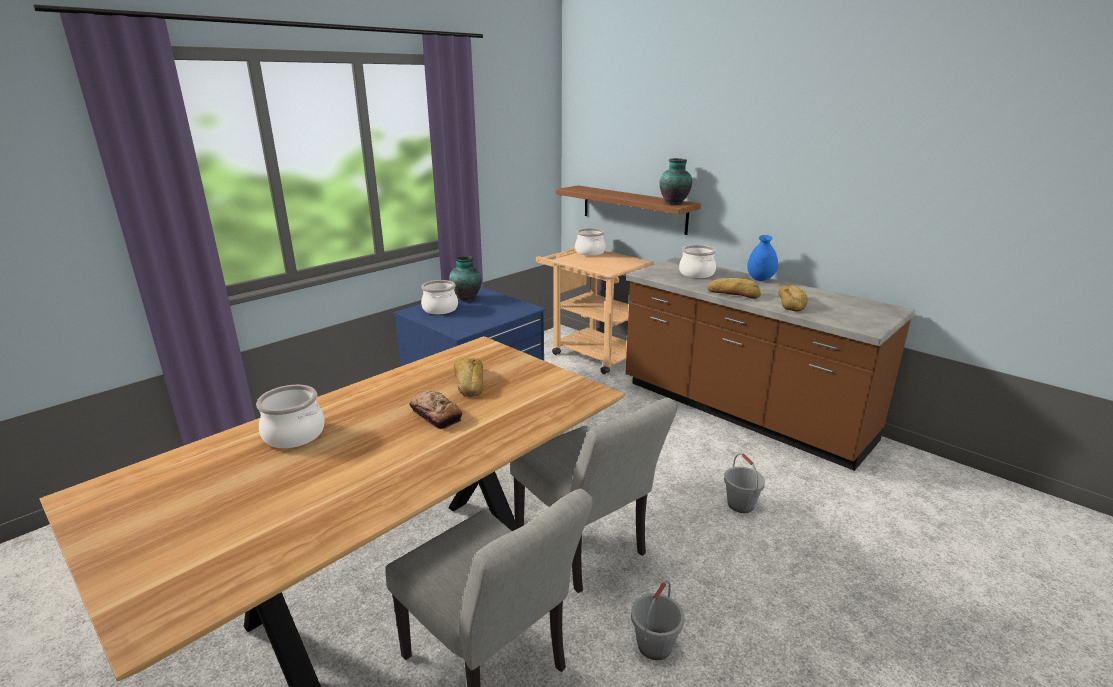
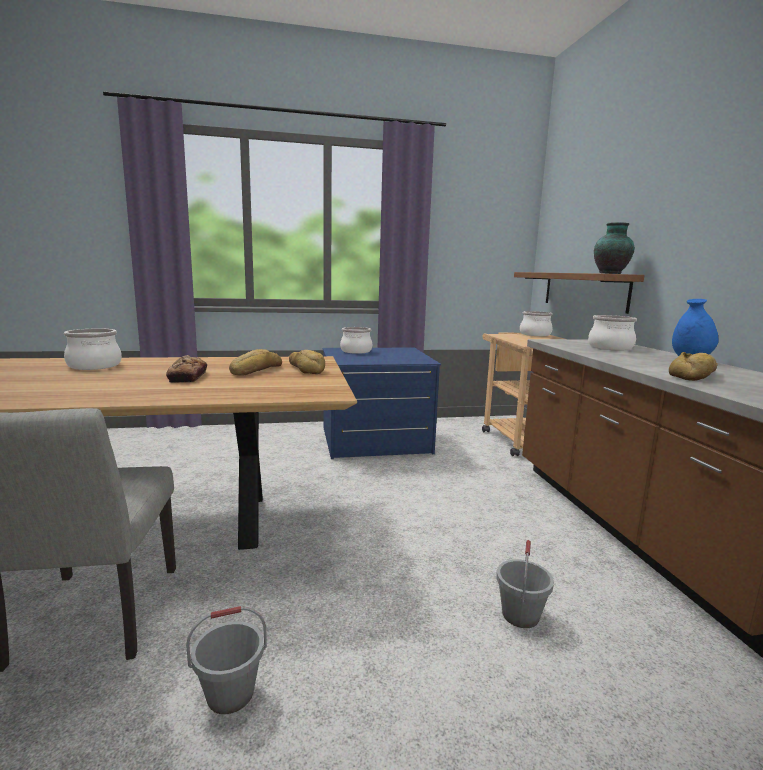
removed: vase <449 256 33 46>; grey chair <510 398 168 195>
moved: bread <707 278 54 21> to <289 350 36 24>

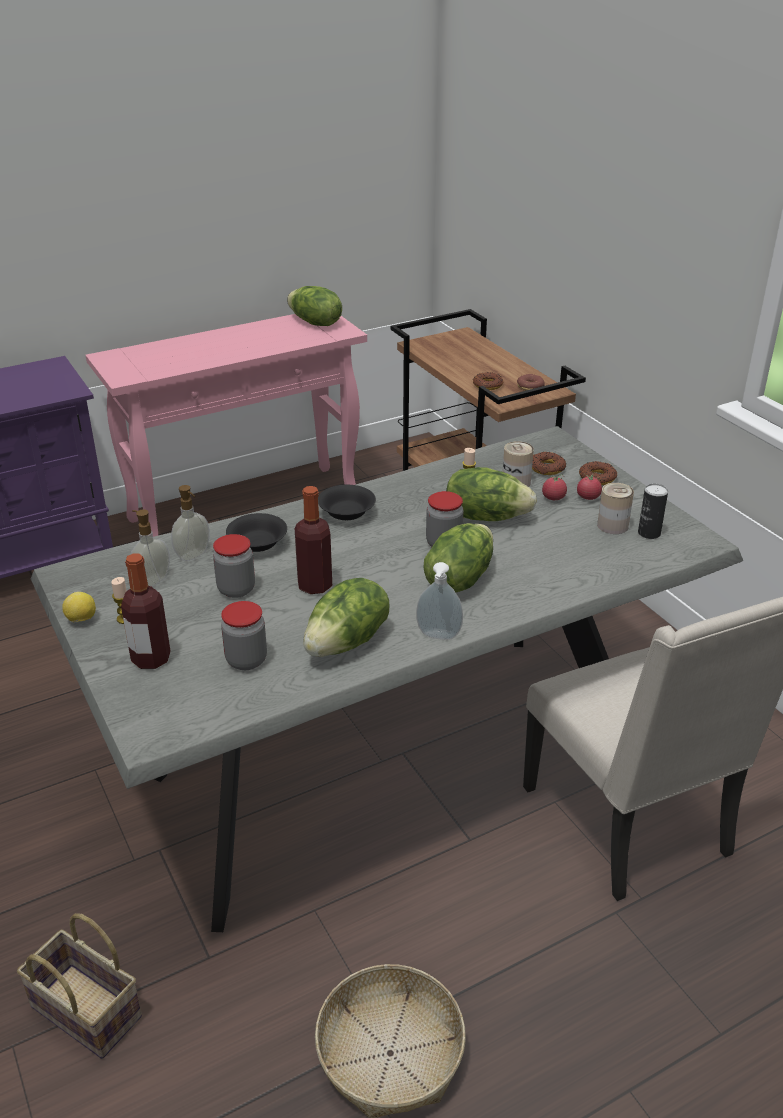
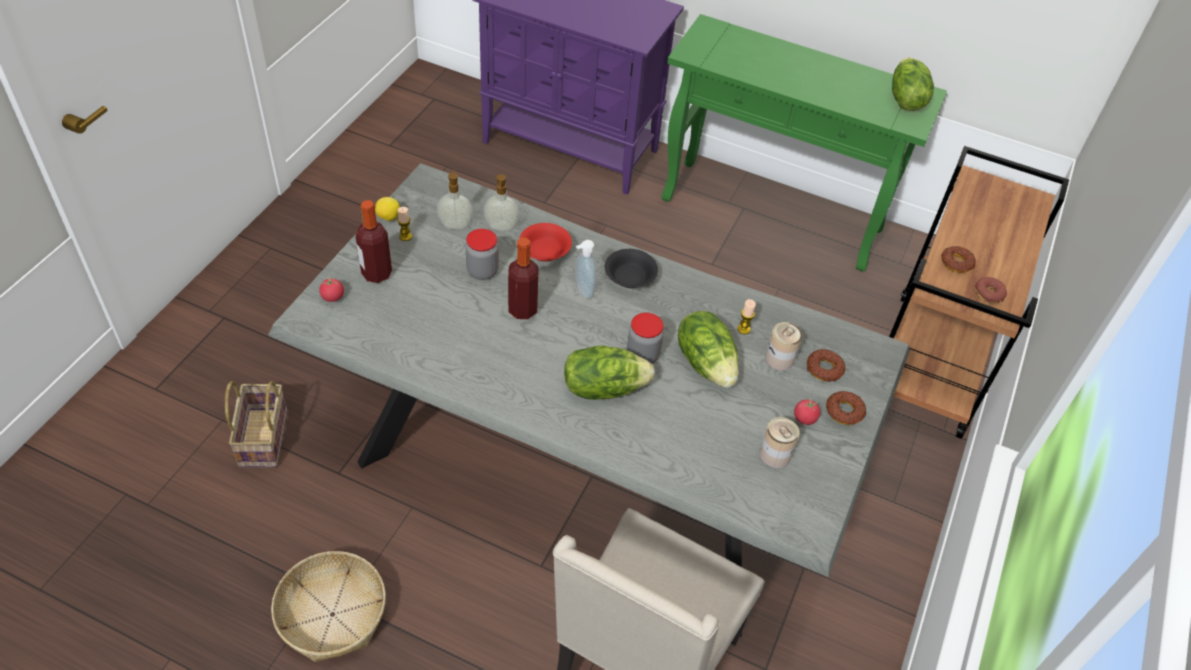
removed: metal can <638 484 30 55>; lettuce <303 578 86 79>; jar <221 601 46 69>
moved: tomato <542 475 25 25> to <319 277 25 25>; liquid soap bottle <416 562 47 78> to <575 240 21 59>
recoloured: pink narrow table <86 314 281 223> to green-coloured narrow table <661 14 286 257>; black bowl <226 513 61 39> to red-coloured bowl <519 223 53 38>

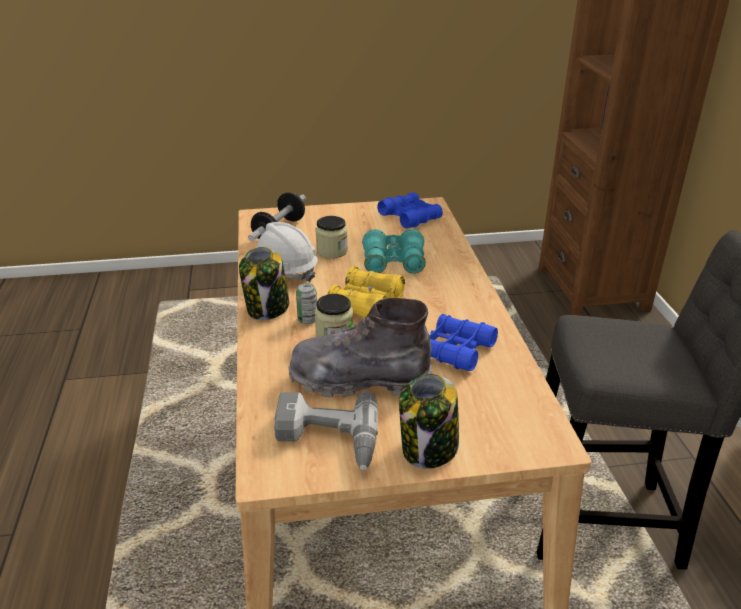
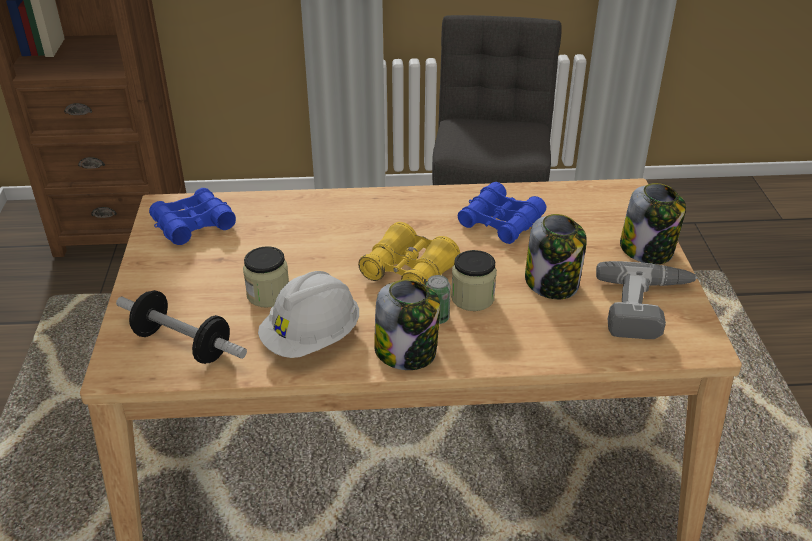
removed: blue-green pair of binoculars <362 229 64 45>
replaced: grey high-top boot <288 298 145 100> to jar <525 214 62 85>

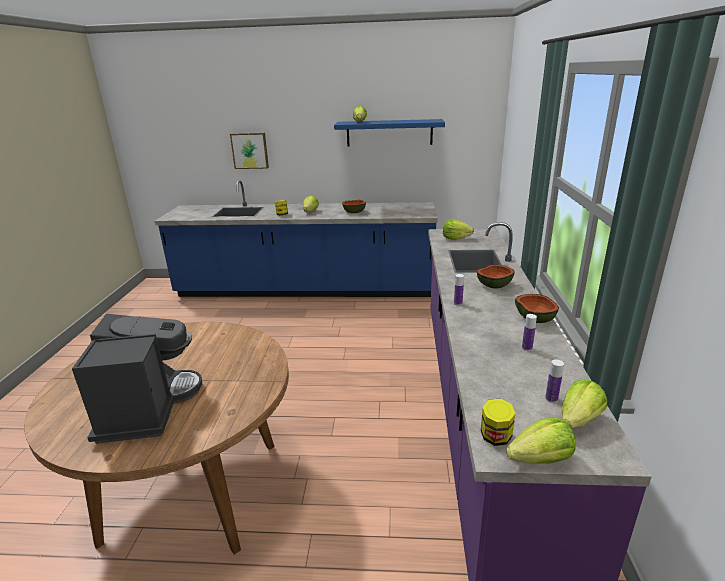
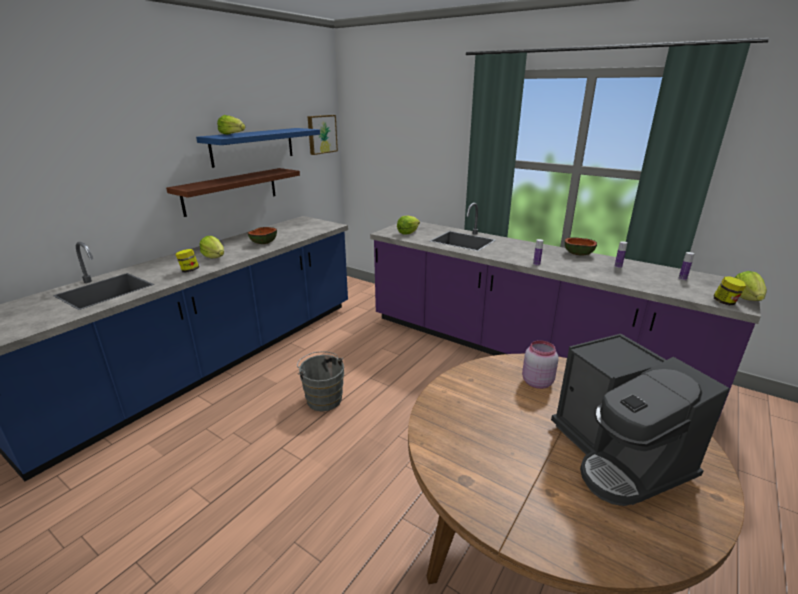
removed: bowl <477 264 38 25>; lettuce <561 380 46 49>
added: brown wall shelf <166 168 134 49>; pink jar <522 340 37 49>; grey water bucket <297 351 47 60>
moved: wall art <230 133 39 36> to <308 115 30 40>
turned: coffee brewer <72 314 130 130> = <551 334 179 172> 135 degrees counterclockwise

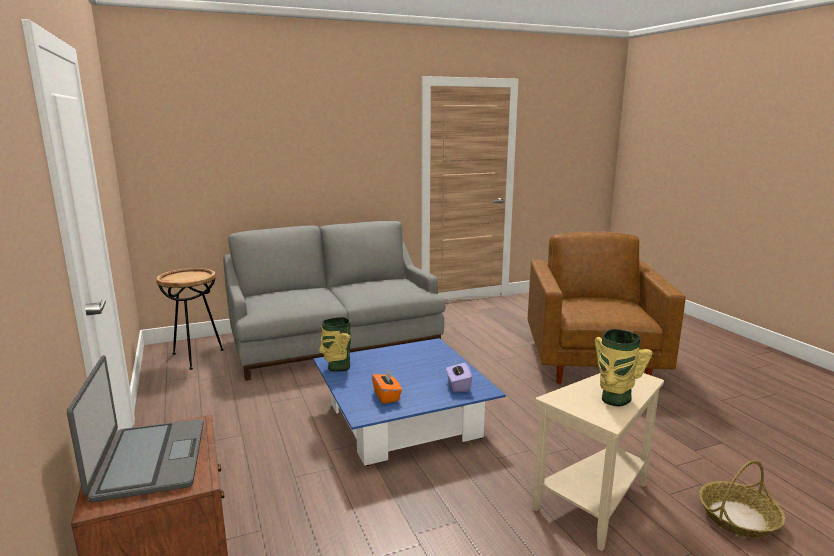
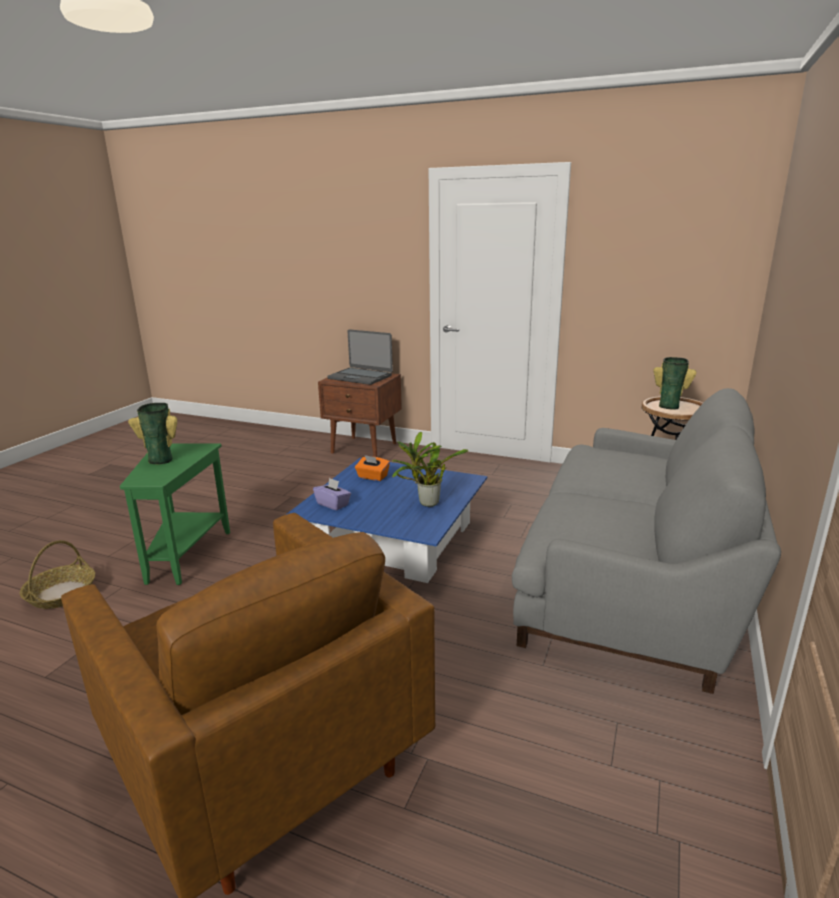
added: potted plant <392 432 76 75>
moved: vase <319 317 32 55> to <653 357 43 53>
recoloured: beige-coloured accent table <533 373 131 178> to green-coloured accent table <120 443 110 142>

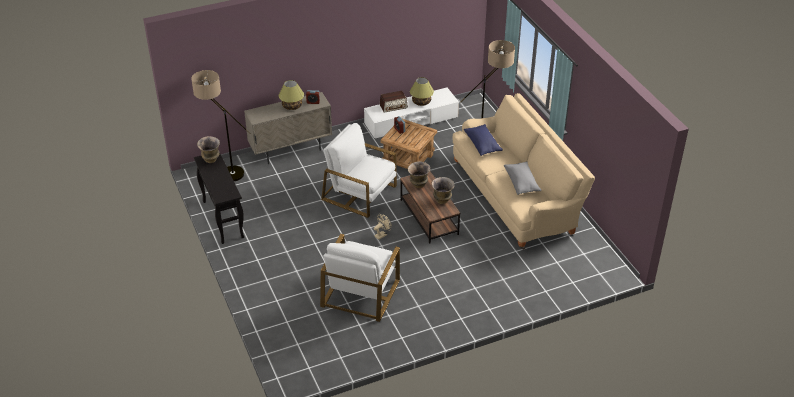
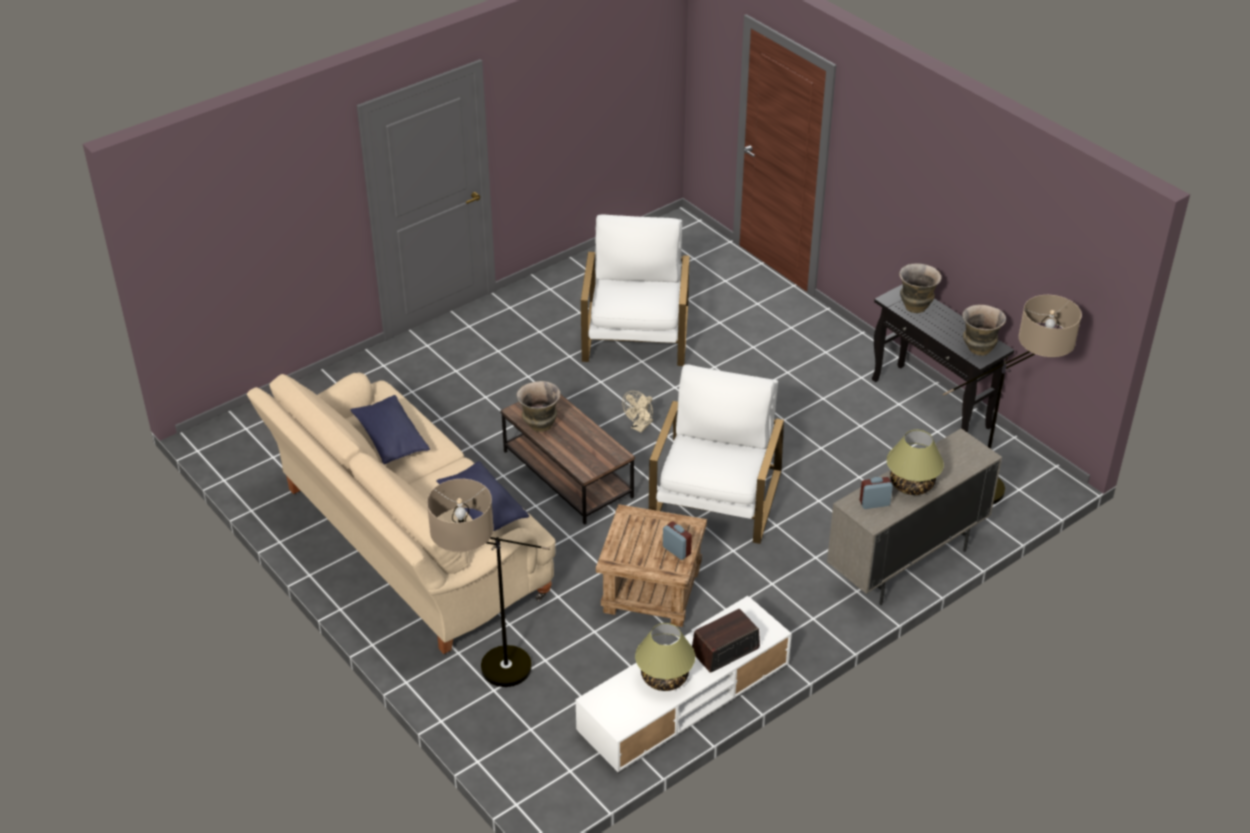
moved: vase <408 161 22 27> to <899 263 42 50>
recoloured: grey pillow <504 162 38 33> to bluish pillow <351 395 79 69>
turned: white easy chair <321 123 76 95> = <649 364 135 180> 90 degrees counterclockwise

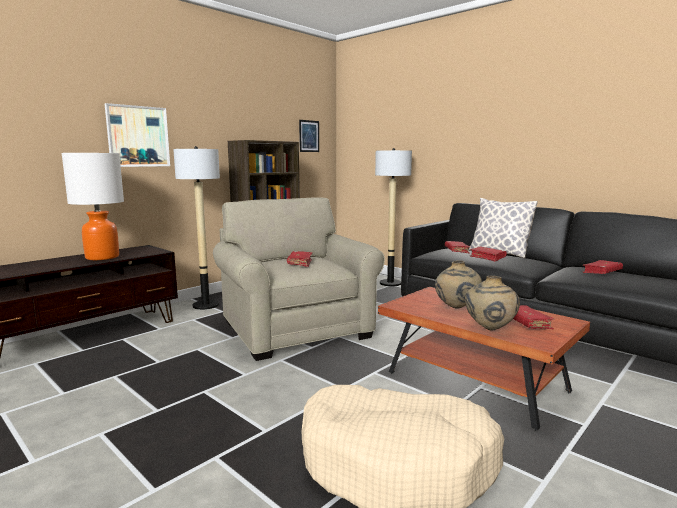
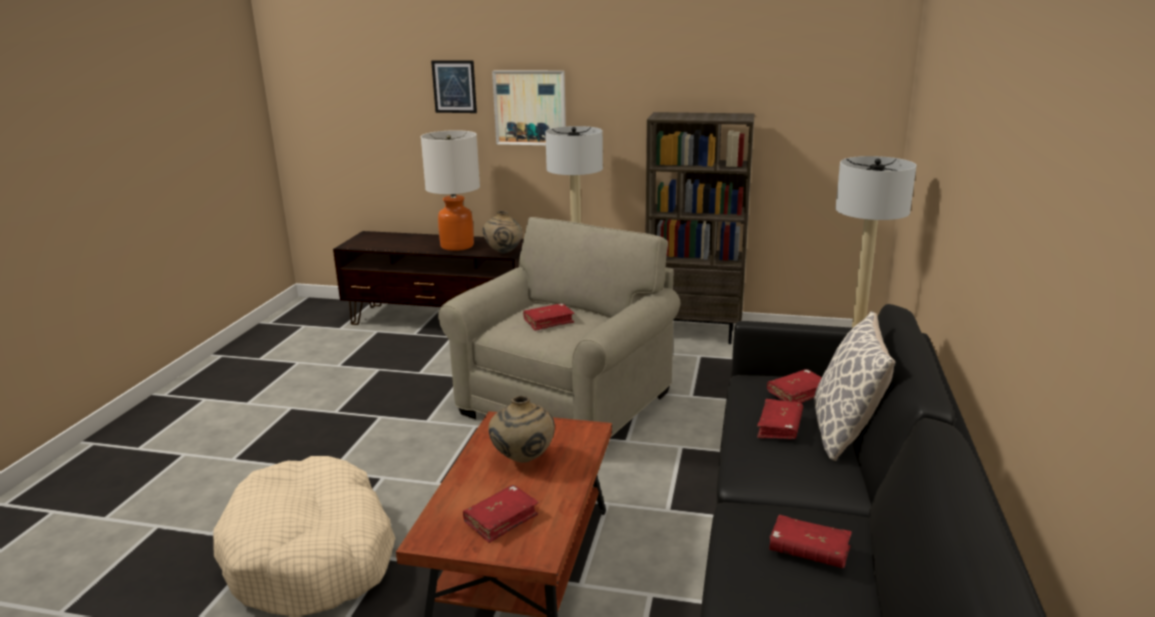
moved: wall art <299 120 20 32> to <431 60 46 53>; beige-coloured vase <465 276 55 54> to <482 211 41 43>

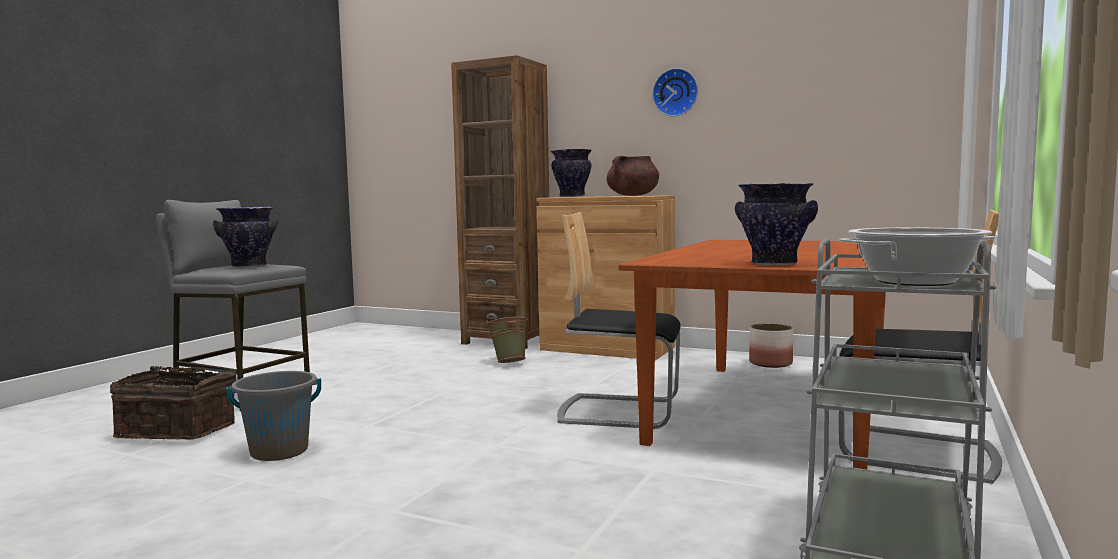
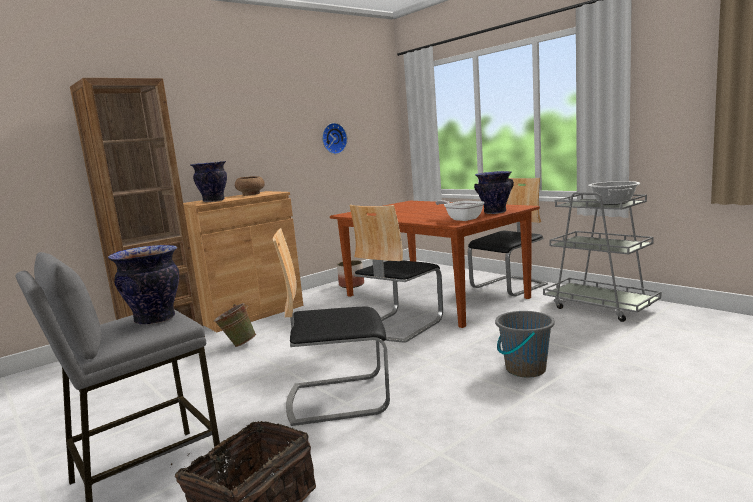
added: frying pan <435 200 50 21>; chair <273 228 117 198>
moved: hanging clock <652 68 46 49> to <322 123 25 31>; grey water bucket <227 371 94 90> to <495 311 60 66>
replaced: brown saucepot <607 156 52 40> to brown bowl <235 176 30 20>

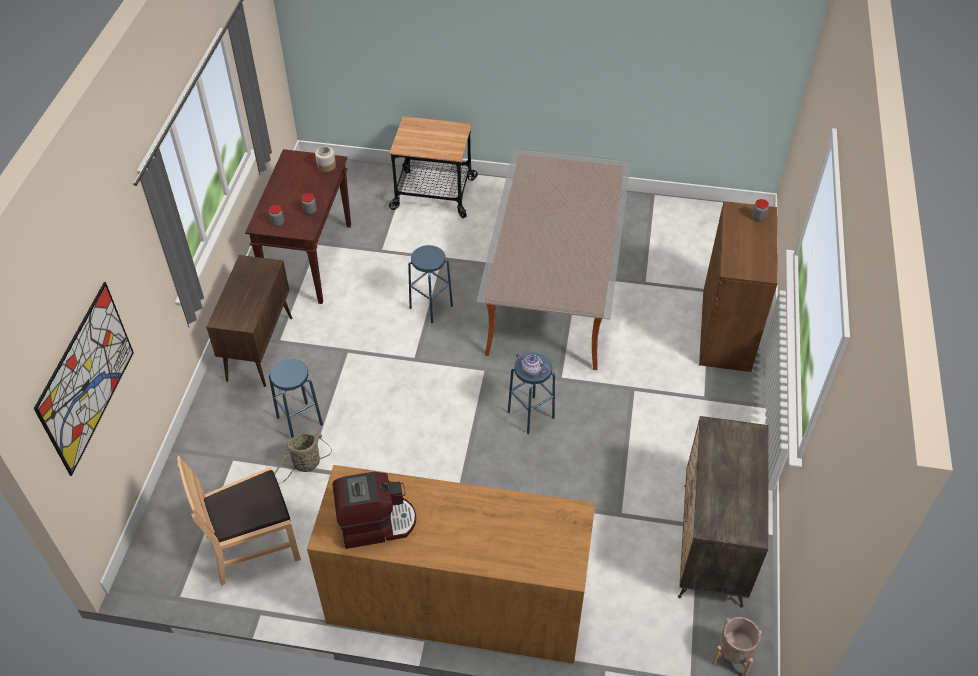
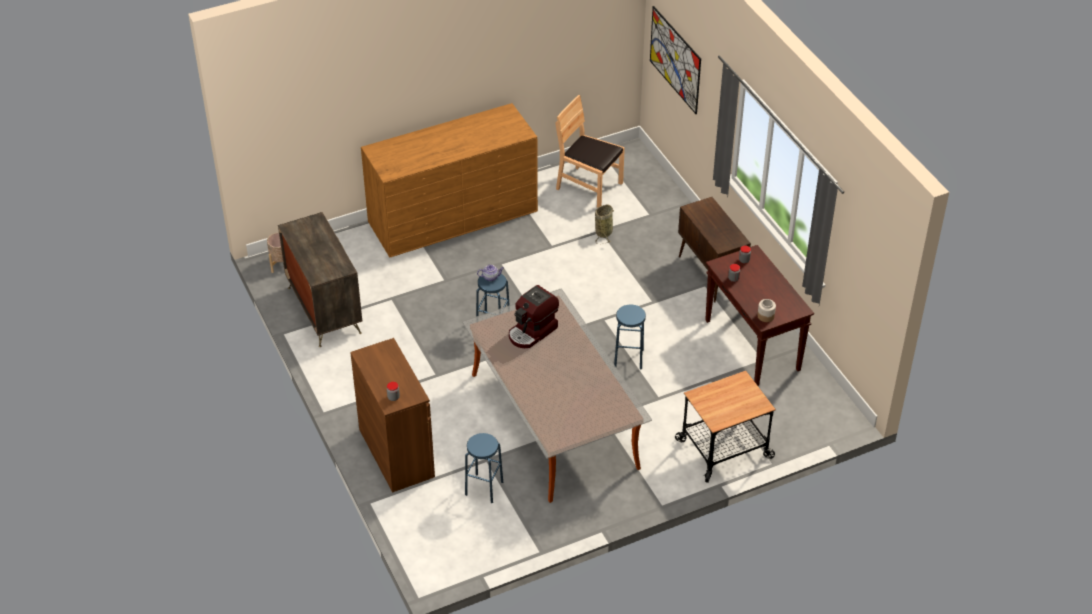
moved: bluish sitting stool <269 359 54 80> to <465 433 38 70>; coffee brewer <333 472 83 77> to <509 285 50 63>
turned: brown chair <177 455 124 131> = <555 95 70 113> 90 degrees counterclockwise

